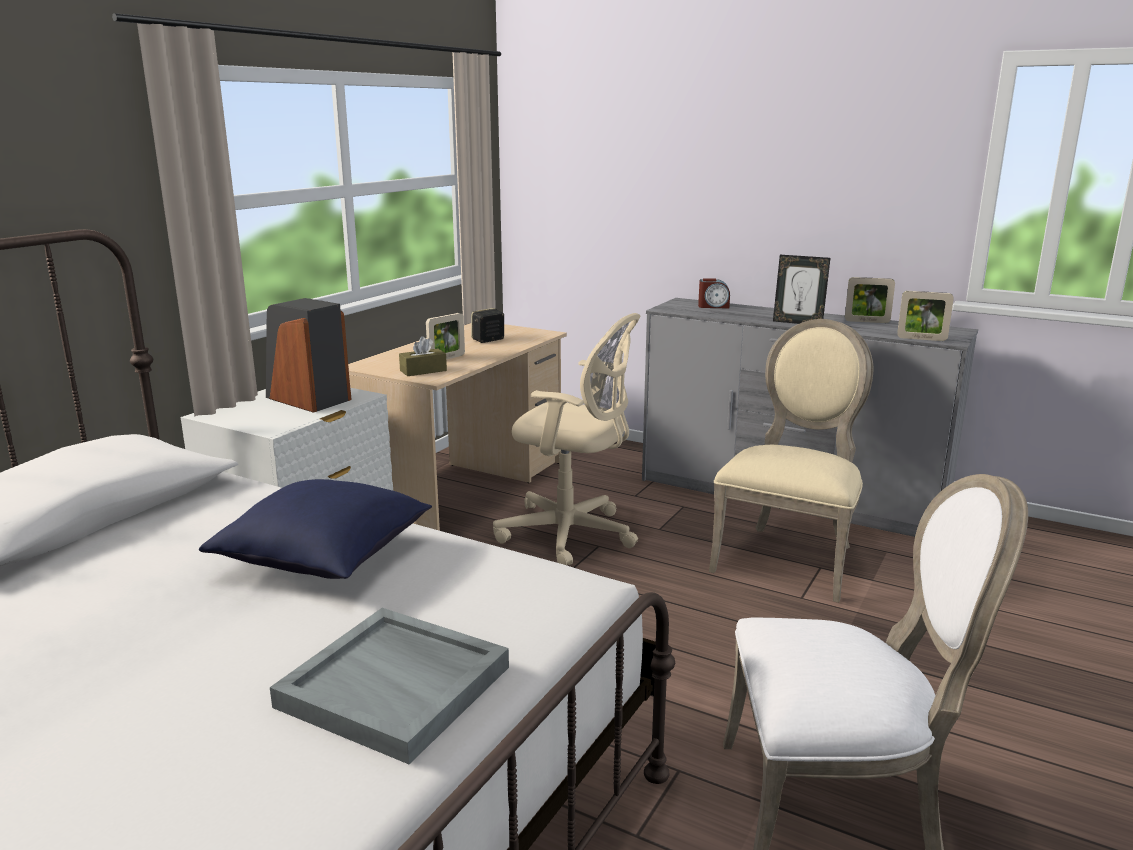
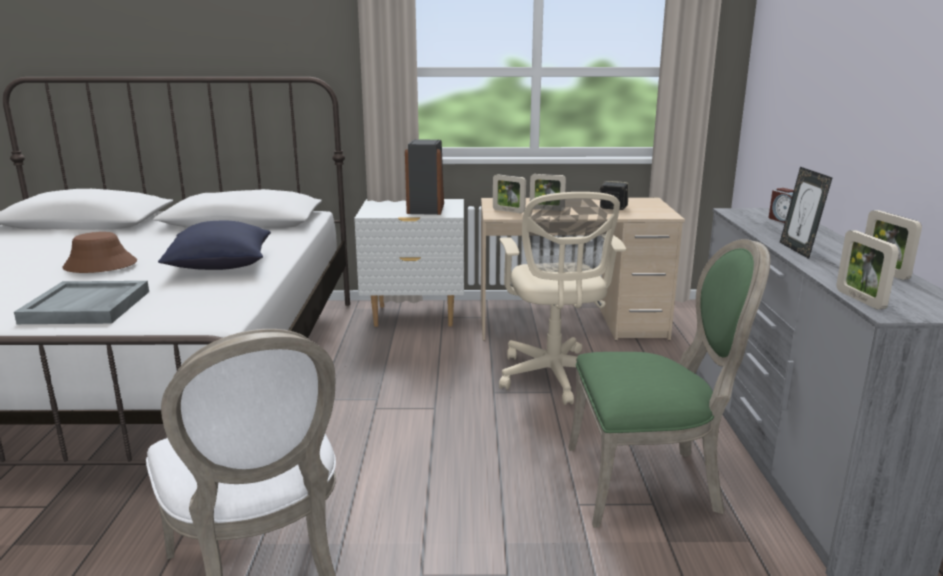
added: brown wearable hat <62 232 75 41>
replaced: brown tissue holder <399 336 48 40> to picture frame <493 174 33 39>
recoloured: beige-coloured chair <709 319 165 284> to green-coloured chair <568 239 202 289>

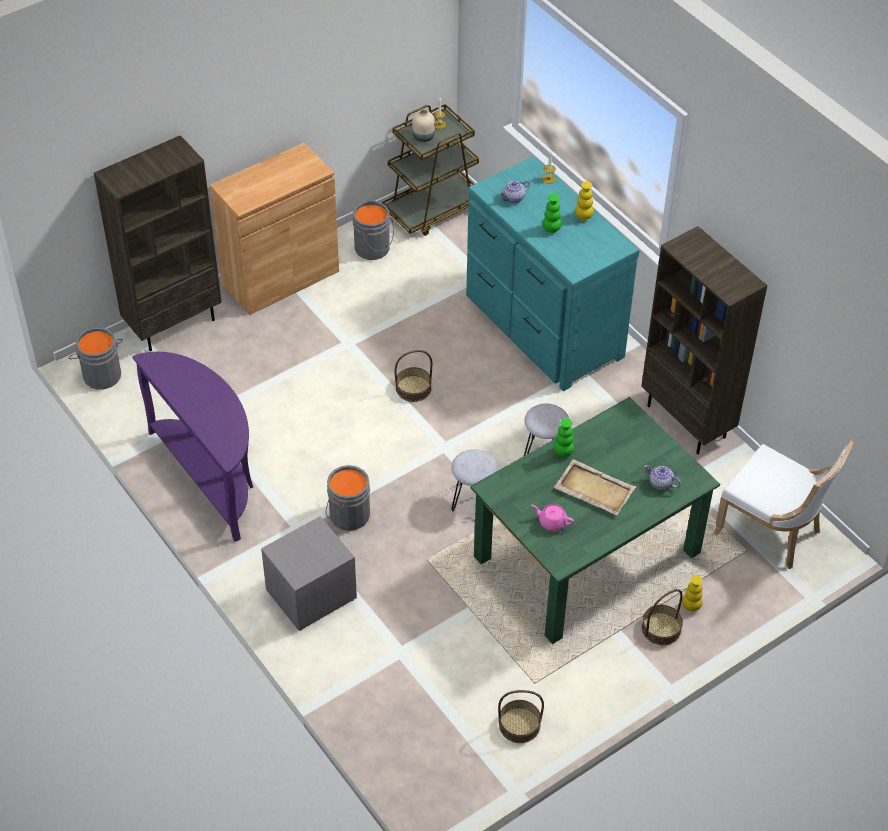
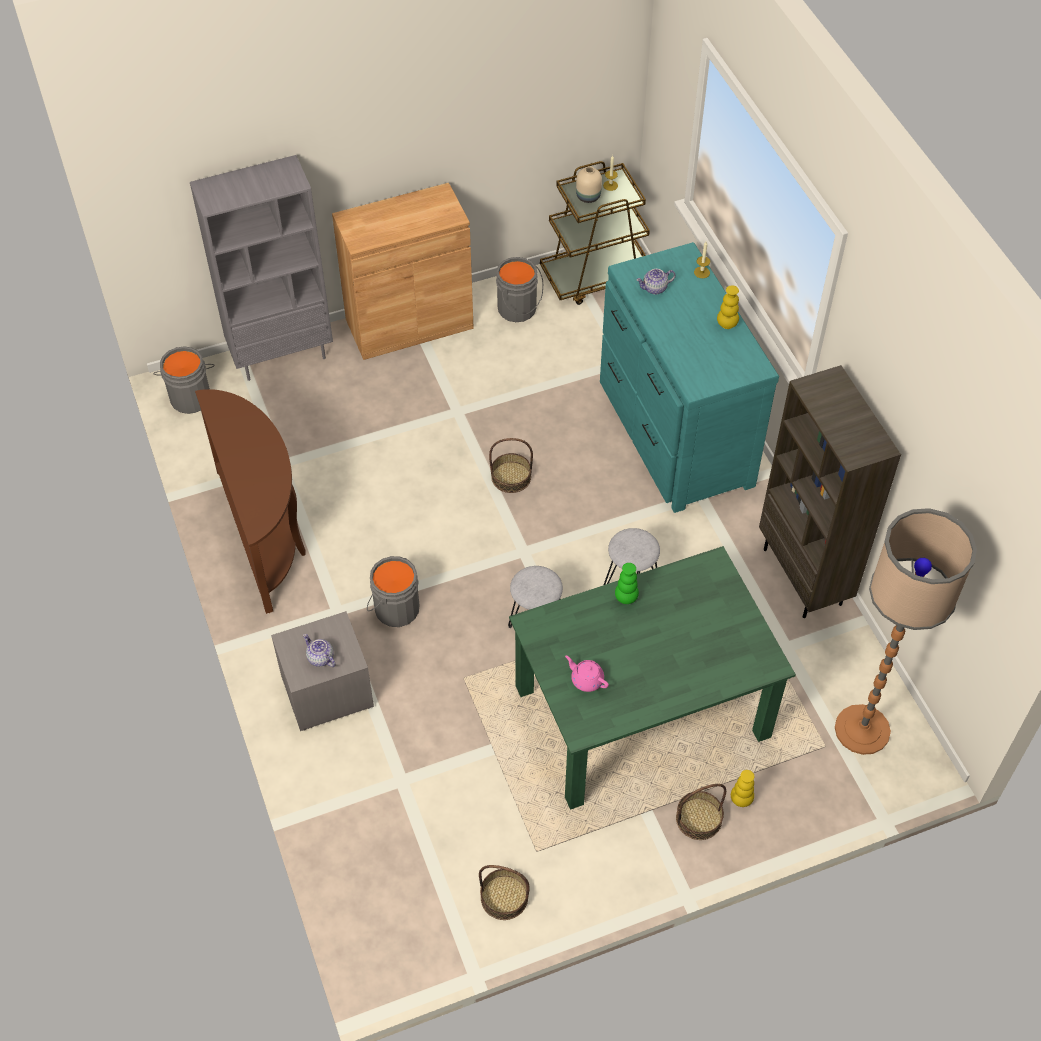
removed: green-coloured vase <542 194 20 39>; beige-coloured tray <554 459 82 56>
moved: tea pot <644 465 37 25> to <303 634 33 33>
replaced: white chair <713 440 141 129> to standard lamp <835 508 142 247>
recoloured: brown bookcase <94 135 128 216> to grey bookcase <190 155 143 226>; purplish narrow table <132 352 121 190> to brown narrow table <195 389 110 225>

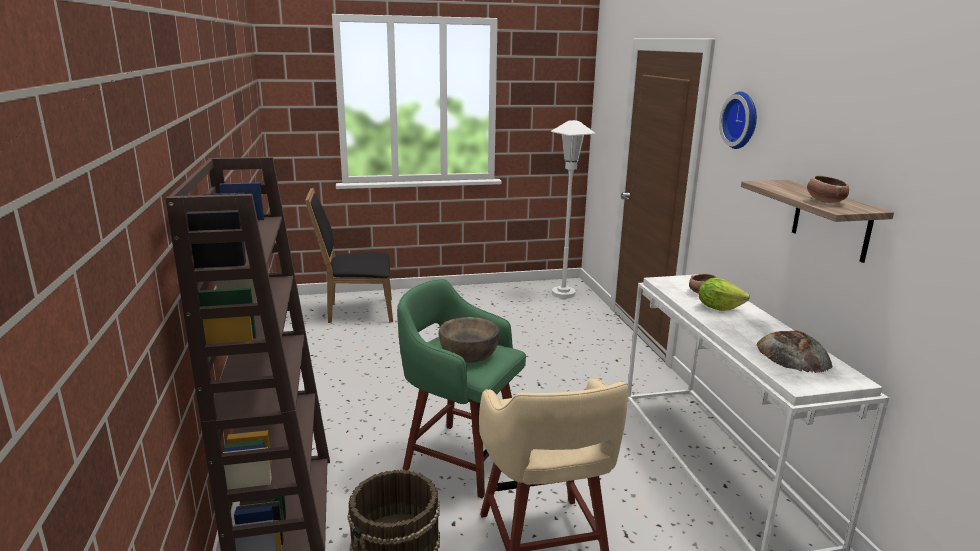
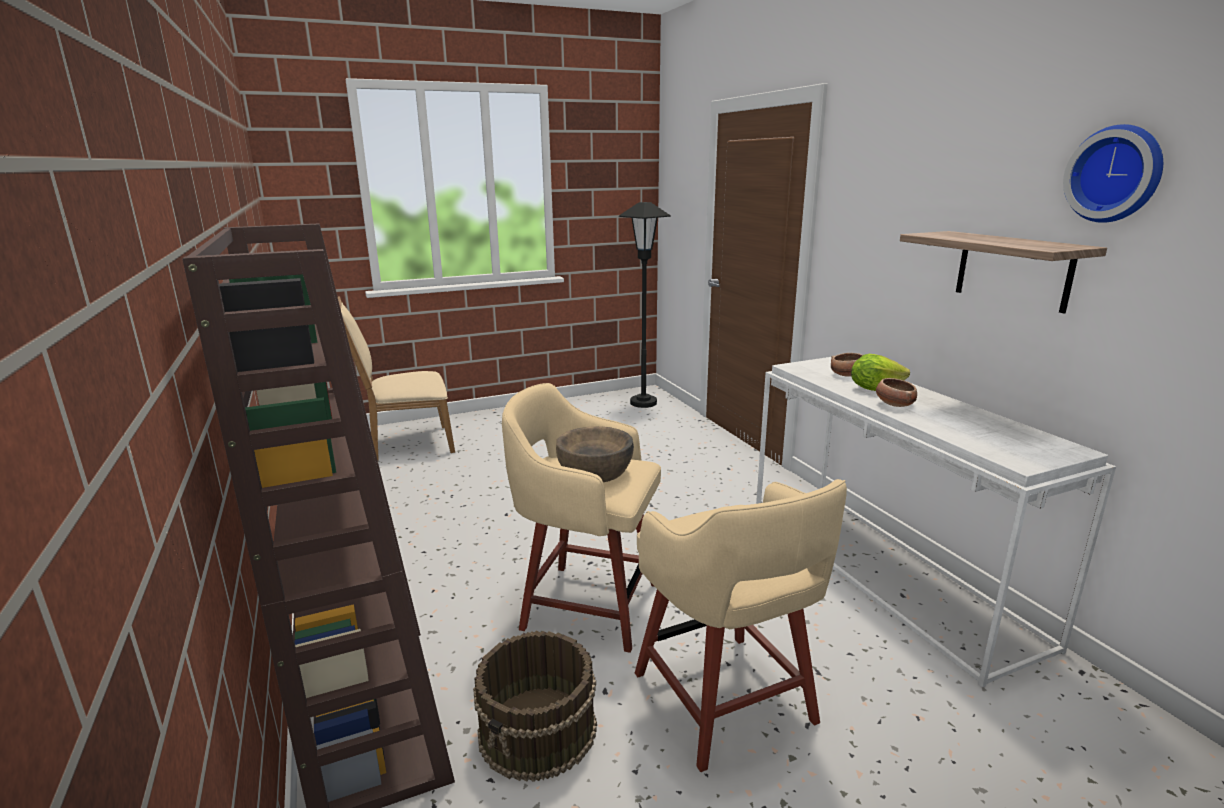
removed: bread <756 331 77 42>
moved: hanging clock <719 92 38 57> to <1063 124 100 99>; bowl <807 176 42 27> to <876 378 41 29>
recoloured: white standard lamp <551 120 45 178> to black standard lamp <619 202 52 206>; black chair <305 188 88 135> to beige-coloured chair <338 297 117 163>; green-coloured sitting stool <397 279 129 219> to beige-coloured sitting stool <502 383 159 270>

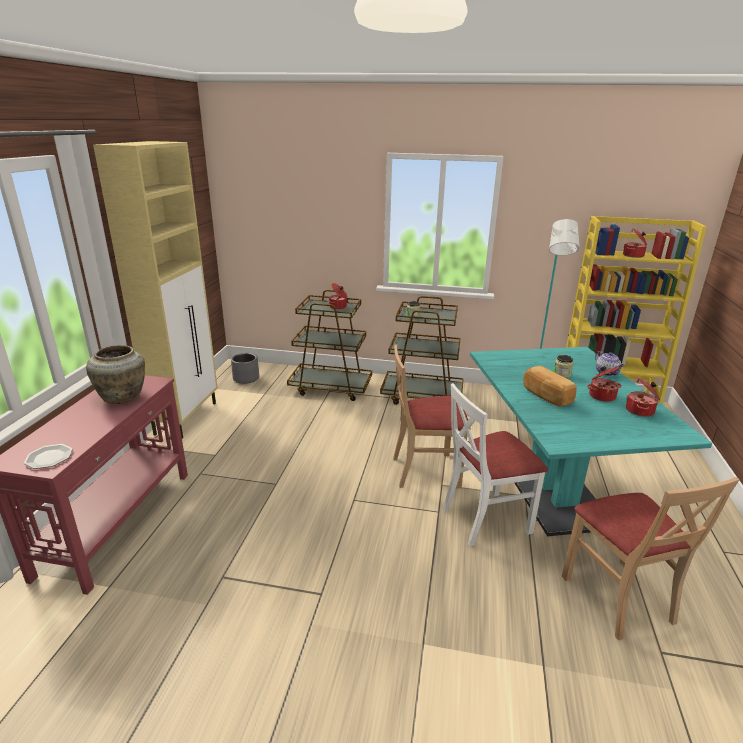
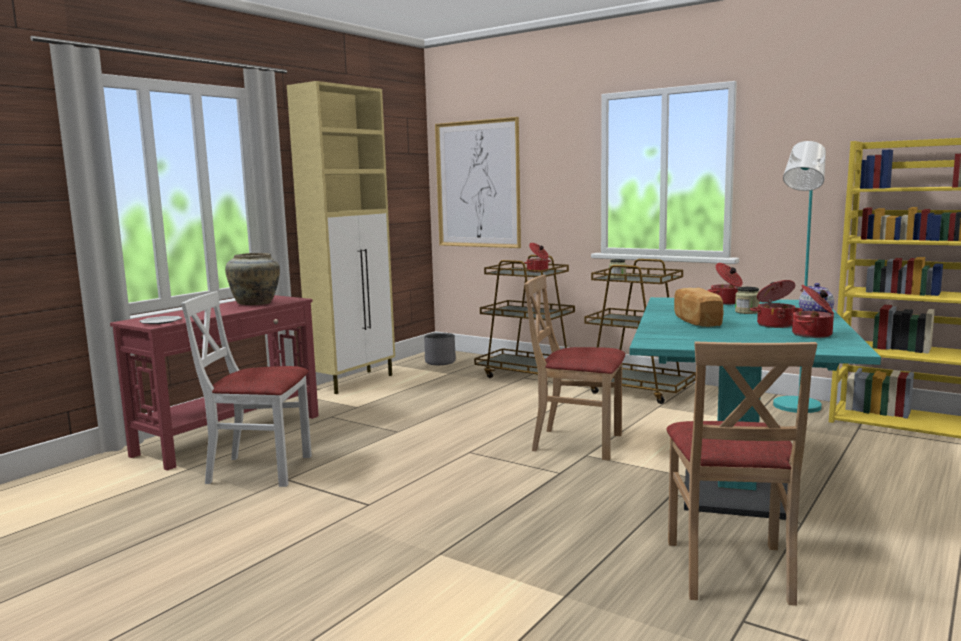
added: wall art <435 117 86 131>
moved: saucepot <623 228 24 30> to <708 263 35 42>; white chair <443 383 105 164> to <181 291 131 196>

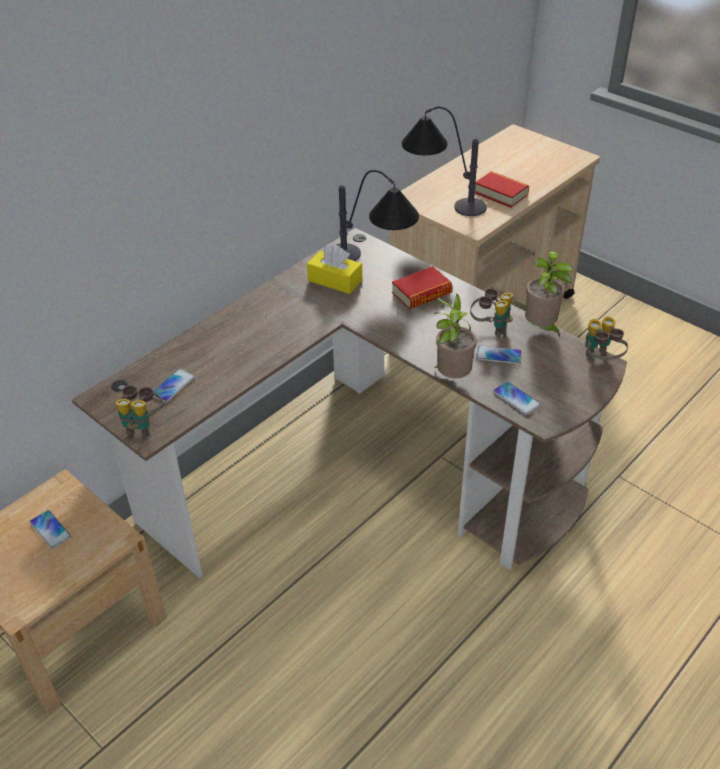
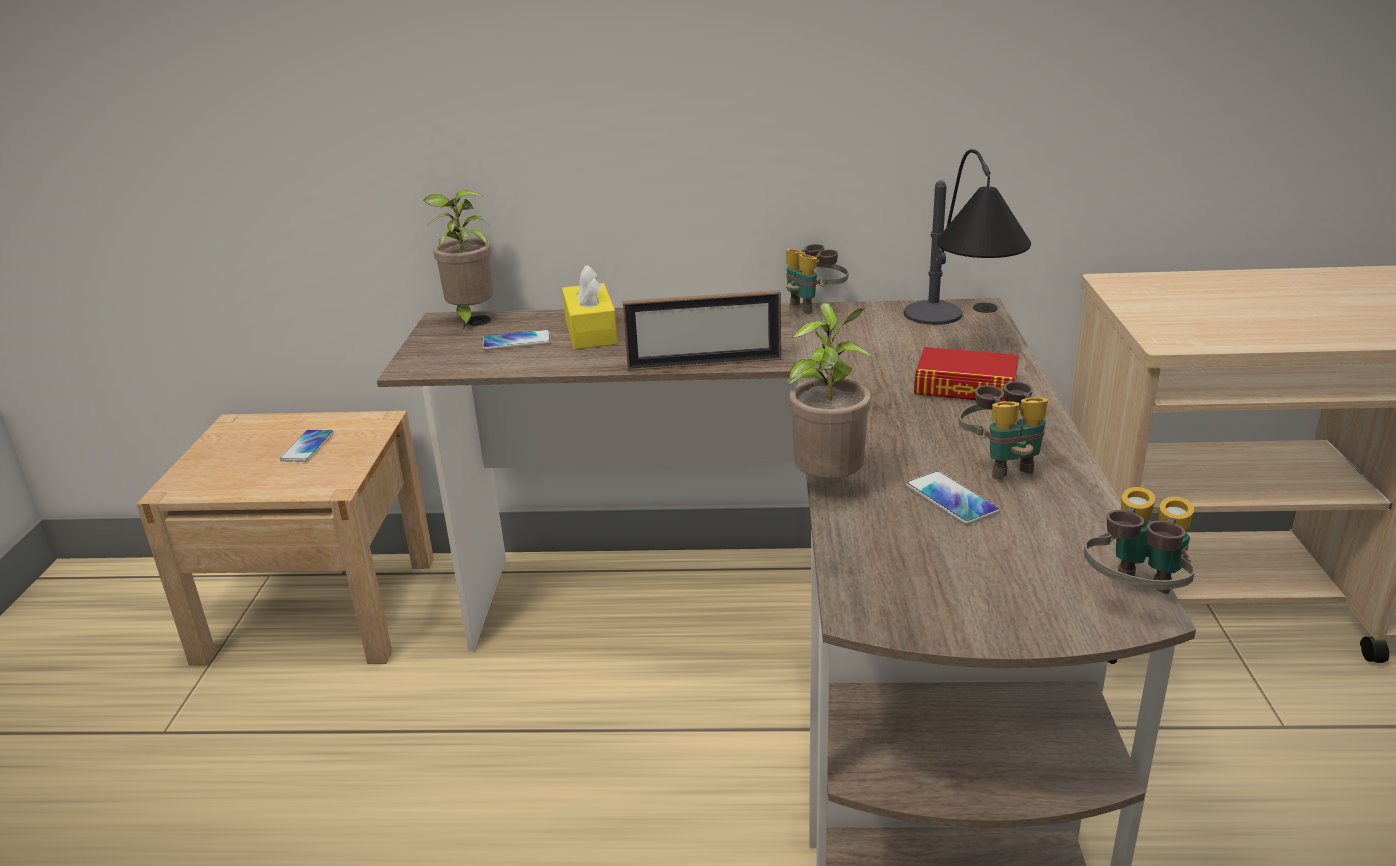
removed: lamp for a table <402 106 85 110>; volume <475 171 54 37>; phone <493 381 48 34>
added: picture frame <623 290 158 81>
moved: yellowish tissue holder <307 244 55 50> to <562 265 56 84>; potted plant <525 251 48 86> to <423 190 70 140>; pair of binoculars <116 385 47 52> to <786 244 62 70>

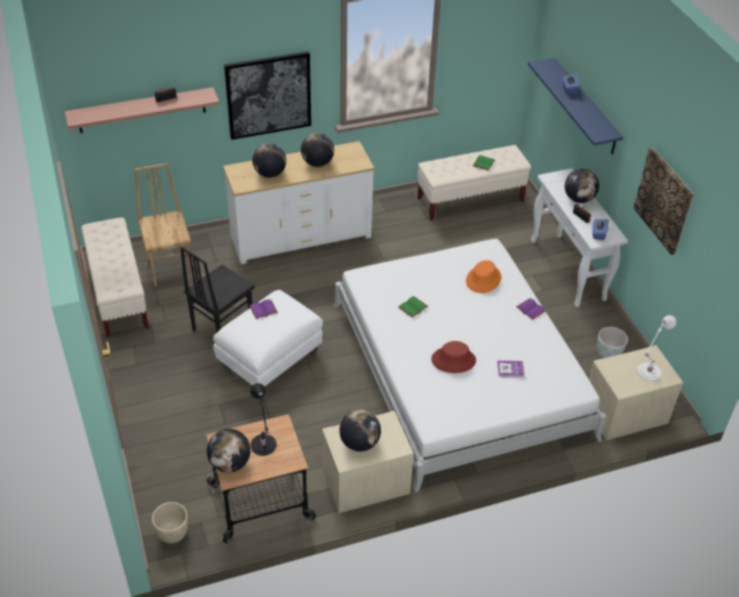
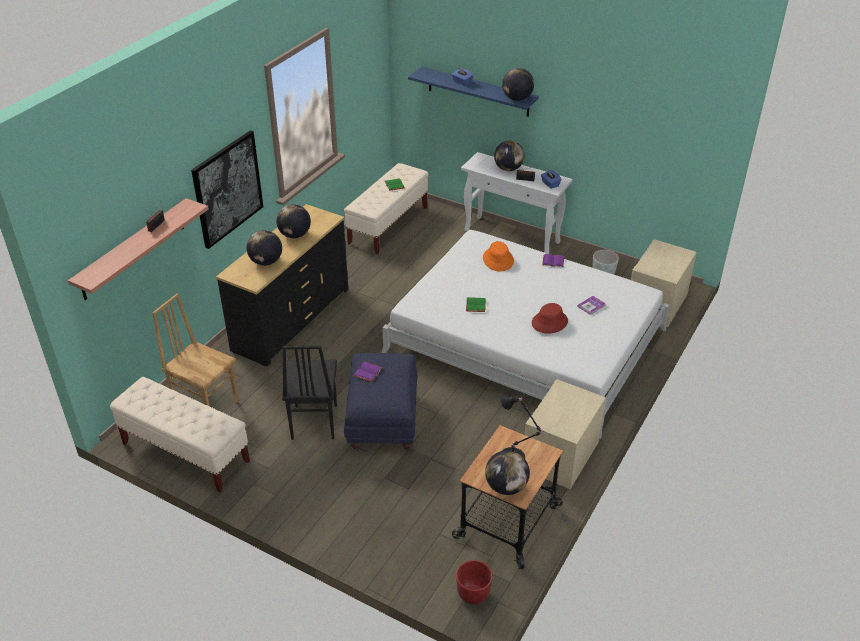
removed: wall art <633 148 61 107>; white lamp for a table <637 315 39 66>
moved: globe <339 410 42 42> to <502 68 32 33>
recoloured: white dresser <223 141 151 123> to black dresser <216 204 132 163>; white ottoman <213 290 110 97> to bluish ottoman <344 353 73 97>; beige-coloured plant pot <152 502 36 41> to red-coloured plant pot <456 560 37 44>

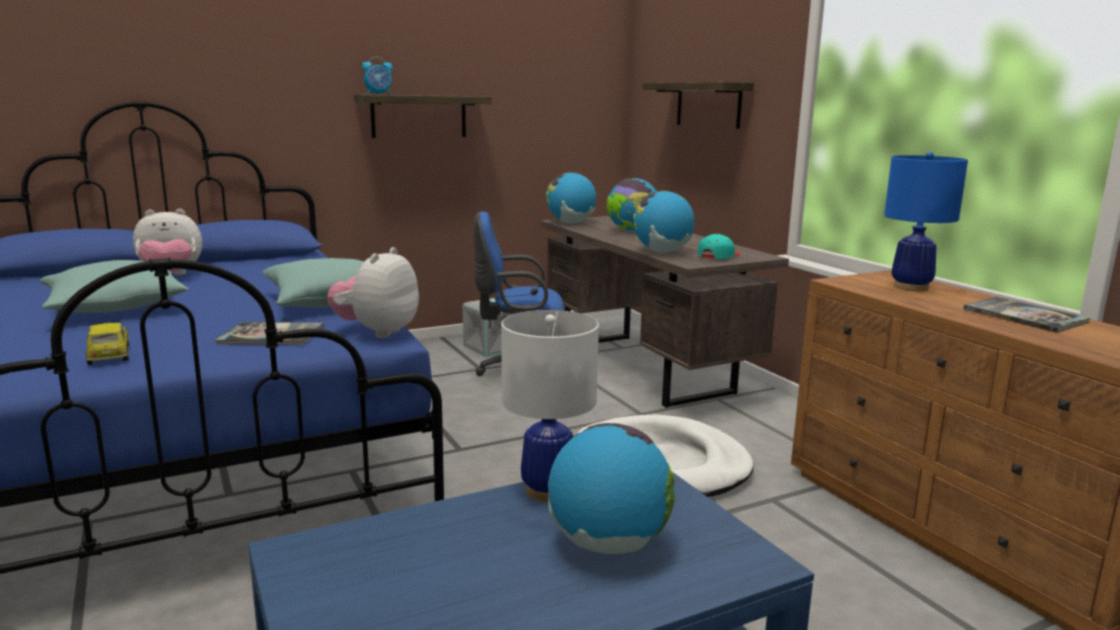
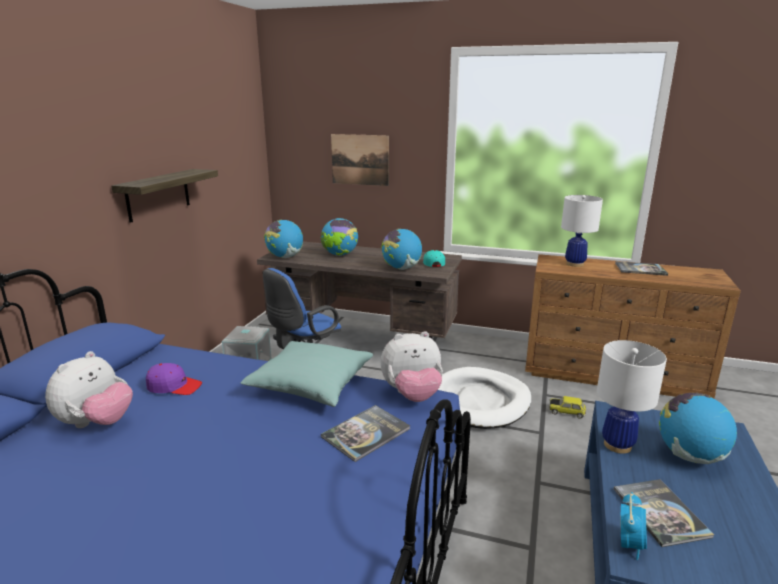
removed: blue-green pillow <39 260 150 53>
added: purplish baseball cap <146 363 56 32>; volume <614 479 100 68>
moved: table clock <362 57 31 37> to <621 492 26 68>; toy car <86 323 43 42> to <549 396 37 23>
replaced: wall shelf <643 82 111 47> to wall art <331 134 58 52>
recoloured: bluish lamp for a table <884 152 84 140> to white lamp for a table <561 195 42 72>
turned: cuddly toy <327 247 92 91> = <381 331 62 71> 75 degrees counterclockwise

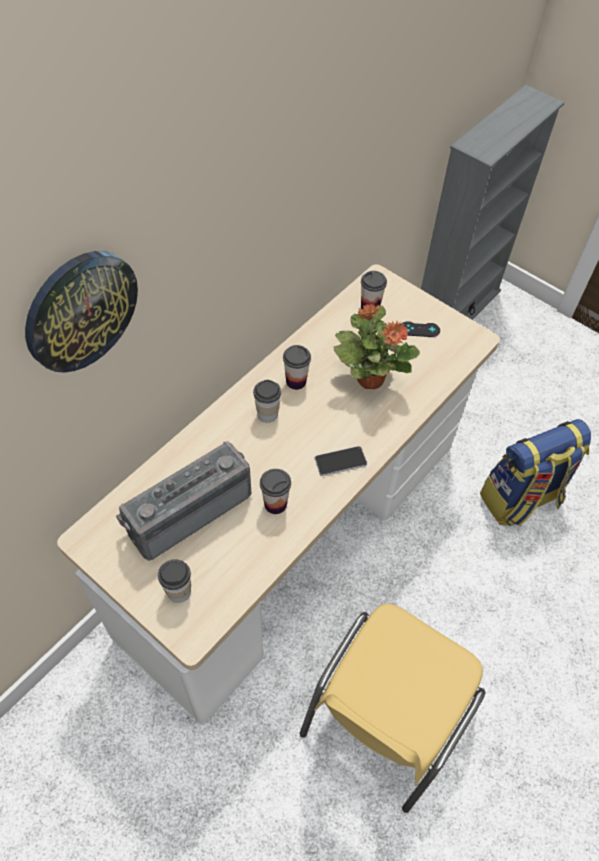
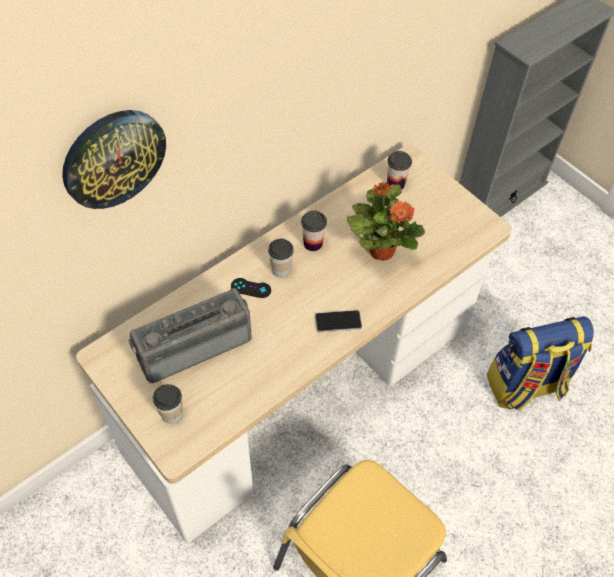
removed: cup <260 469 31 45>
moved: black gamepad <400 321 40 16> to <231 278 40 20>

